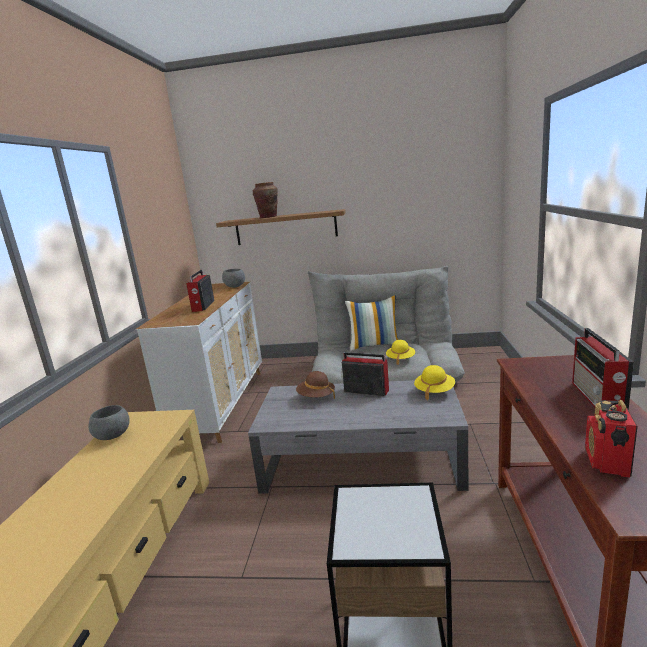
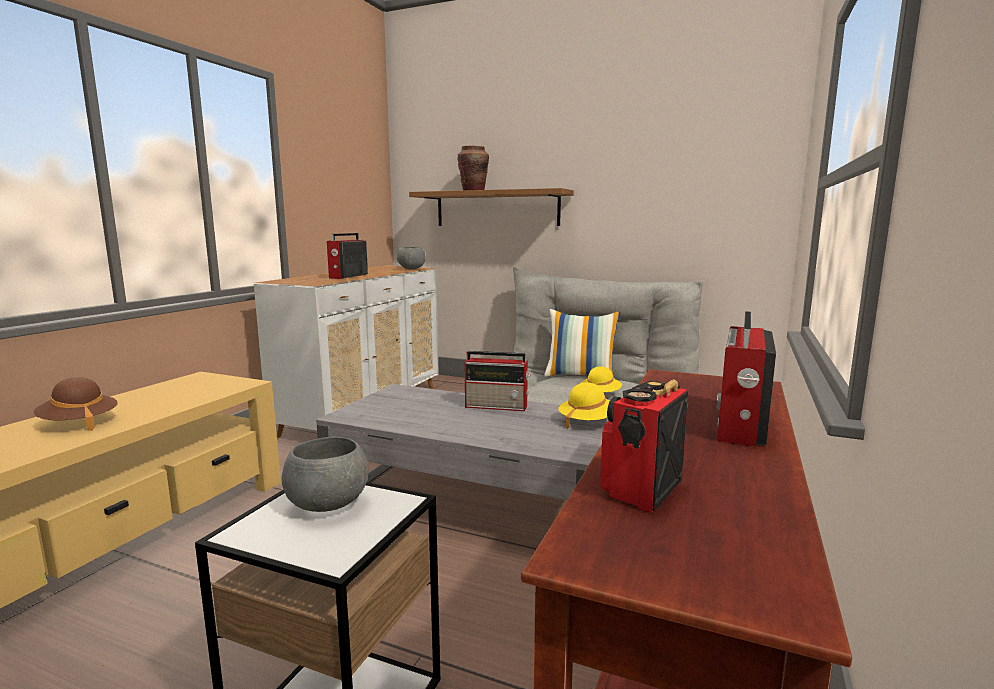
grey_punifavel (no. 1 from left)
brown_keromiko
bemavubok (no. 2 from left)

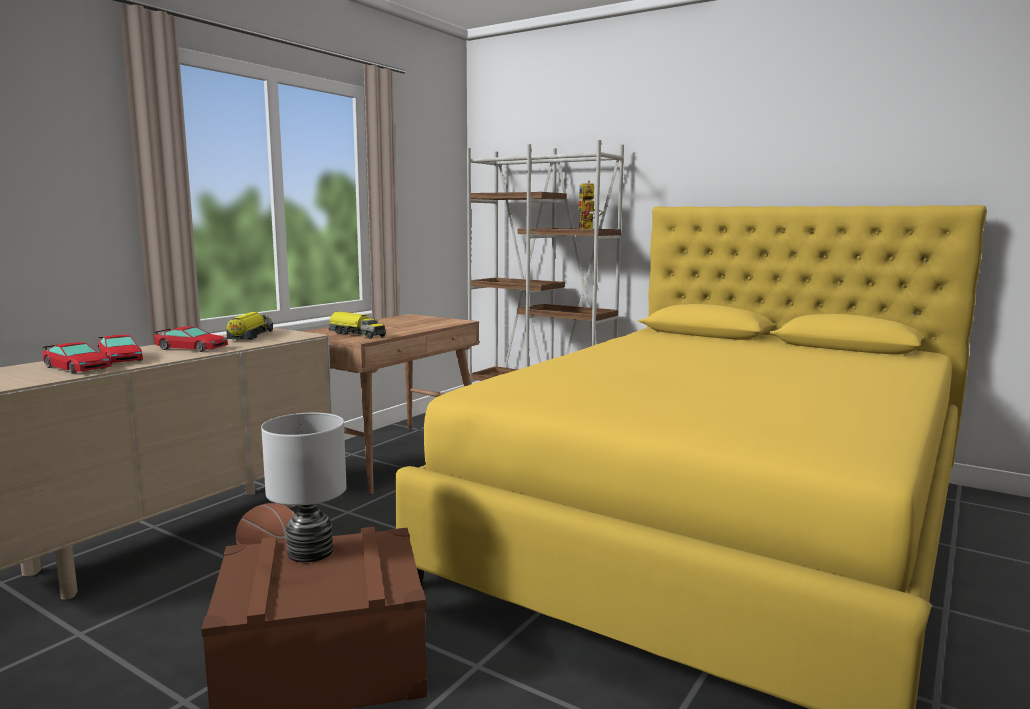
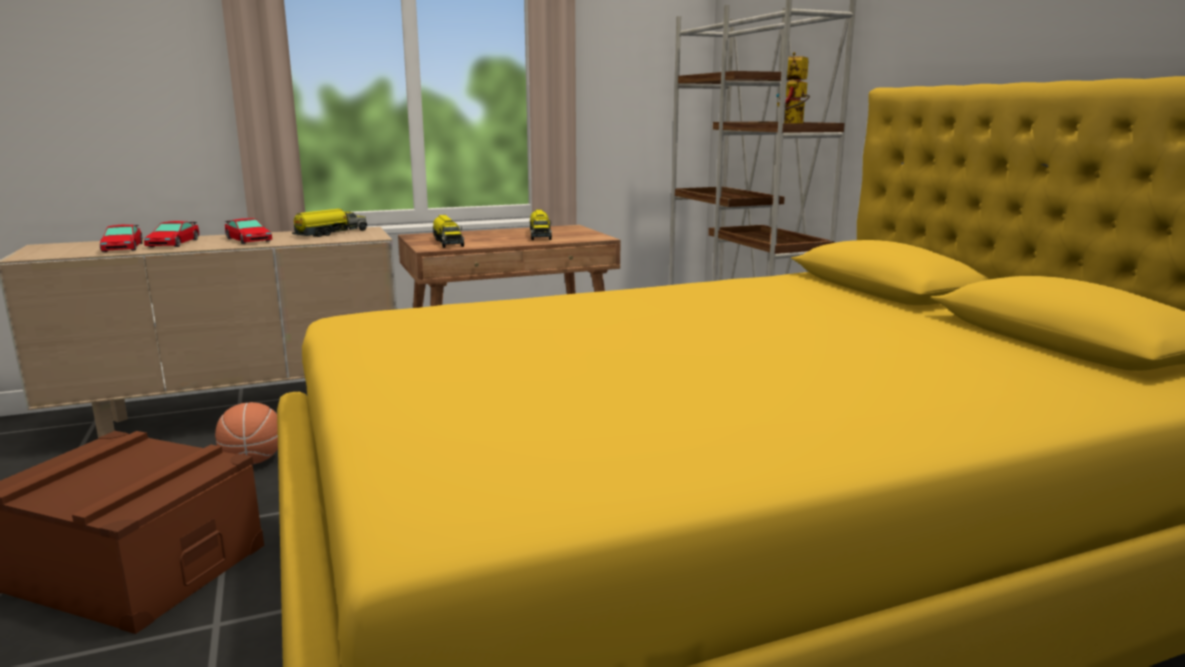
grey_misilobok
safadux (no. 3 from left)

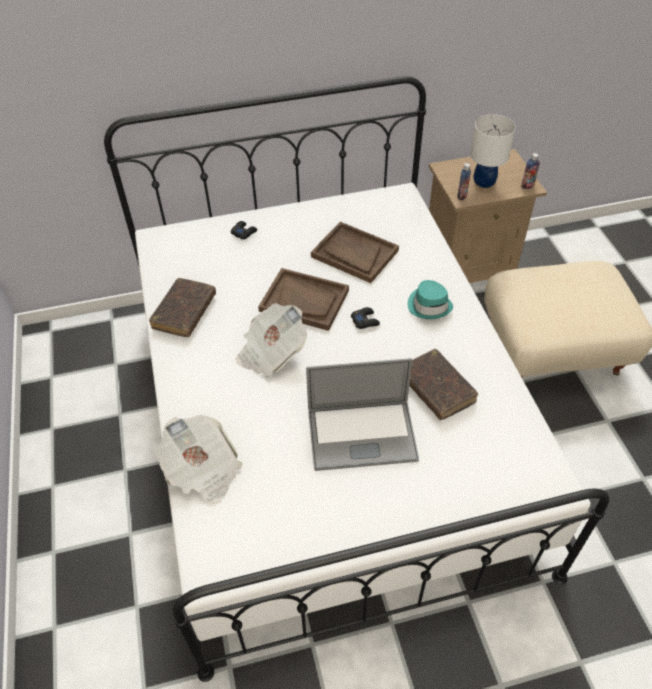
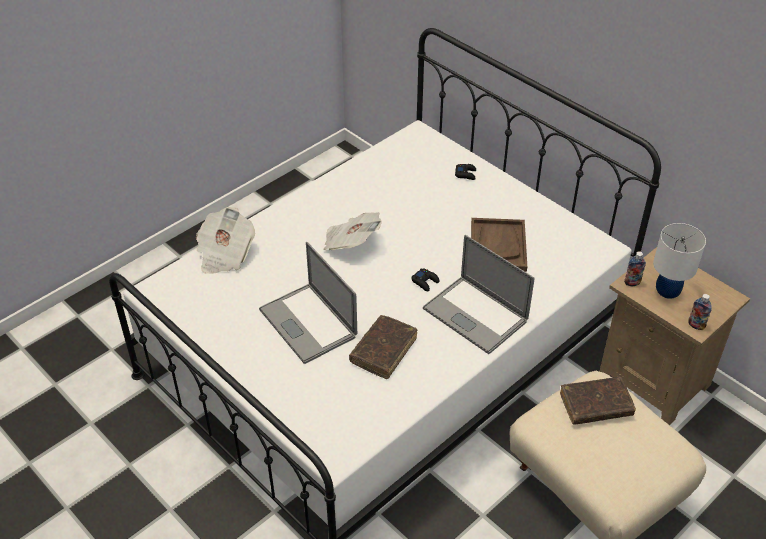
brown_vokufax (no. 2 from left)
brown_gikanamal (no. 1 from left in the first image)
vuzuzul (no. 2 from left)

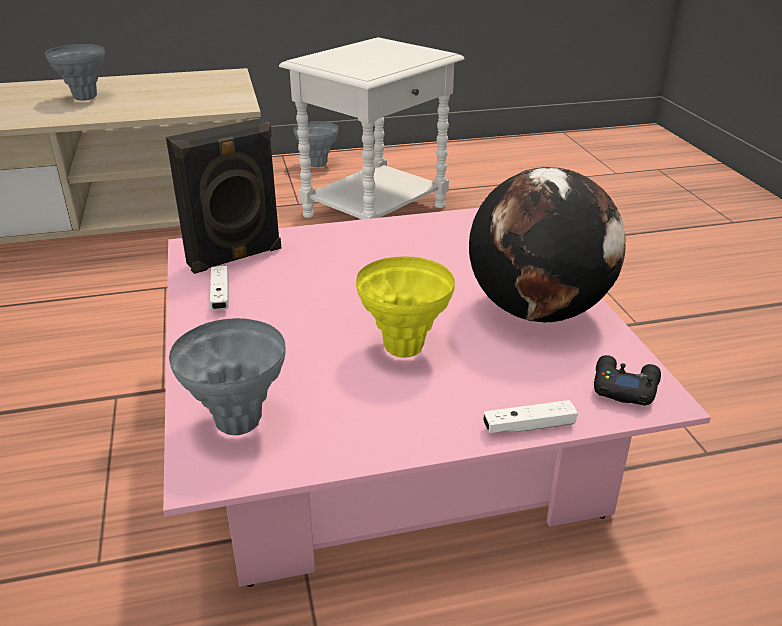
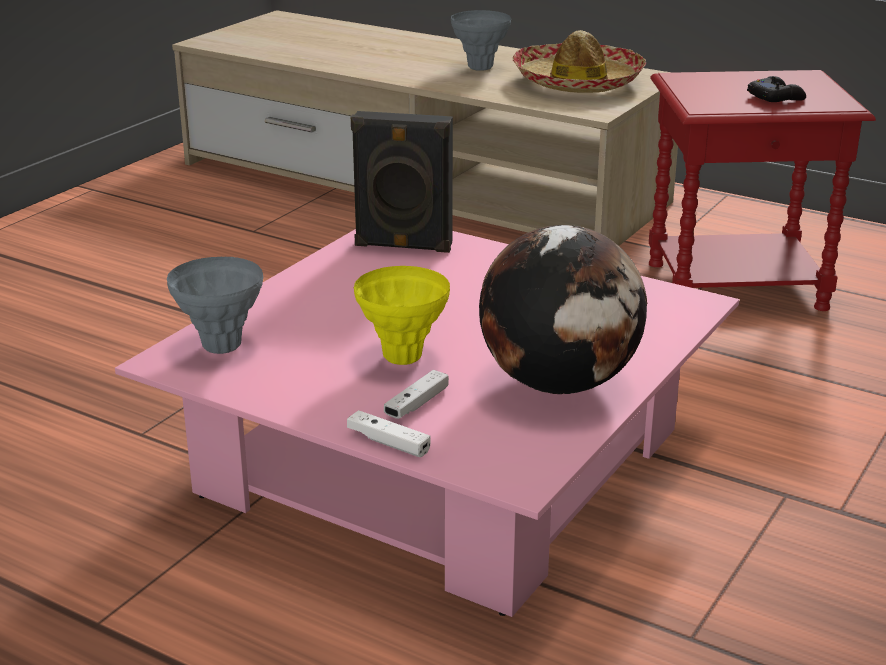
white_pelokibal (no. 2 from left)
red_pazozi
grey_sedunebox (no. 3 from left in the first image)
black_pelokibal
keromiko

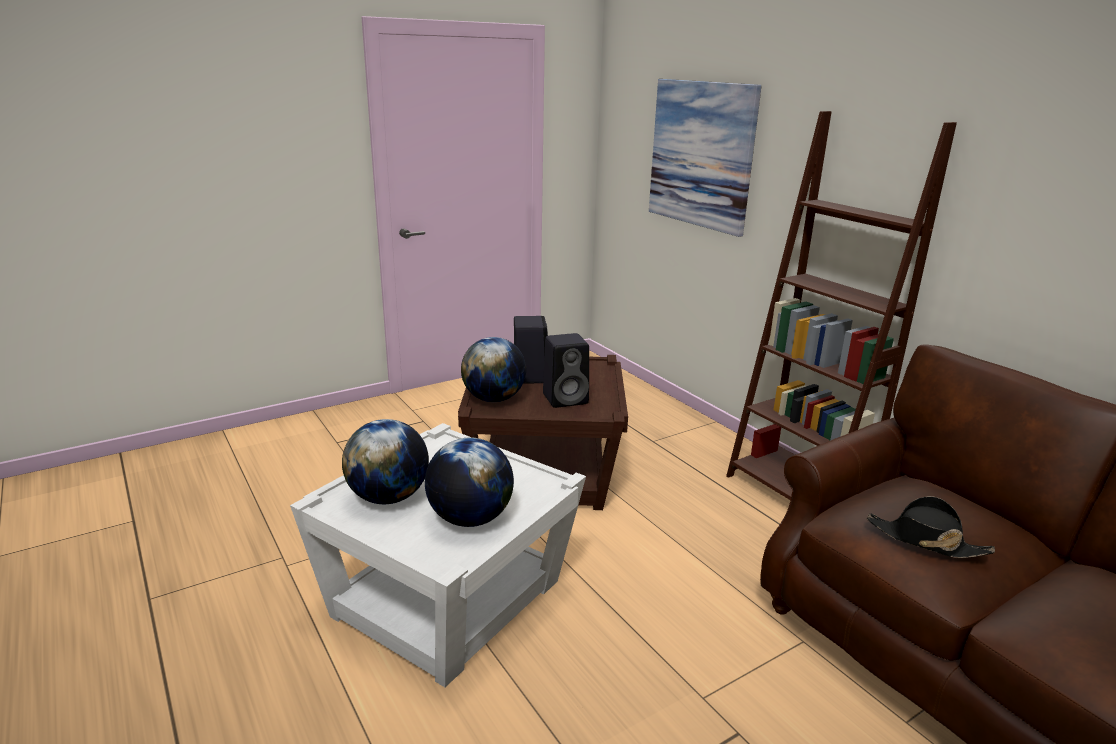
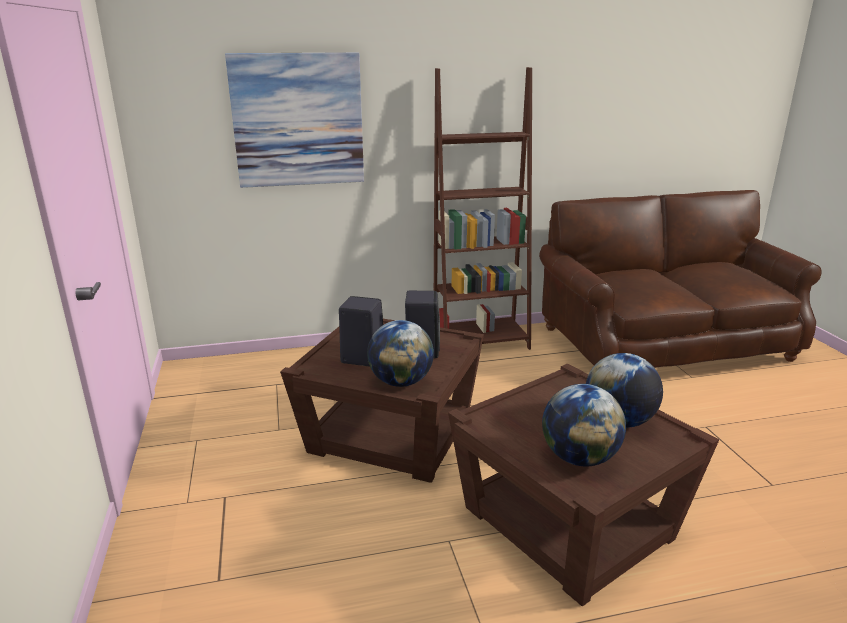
brown_pazozi (no. 2 from left)
black_keromiko

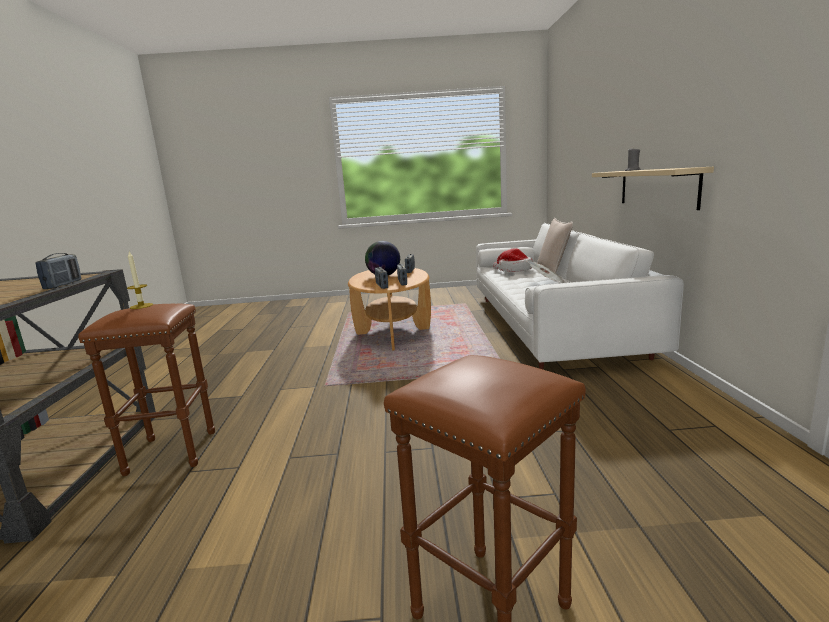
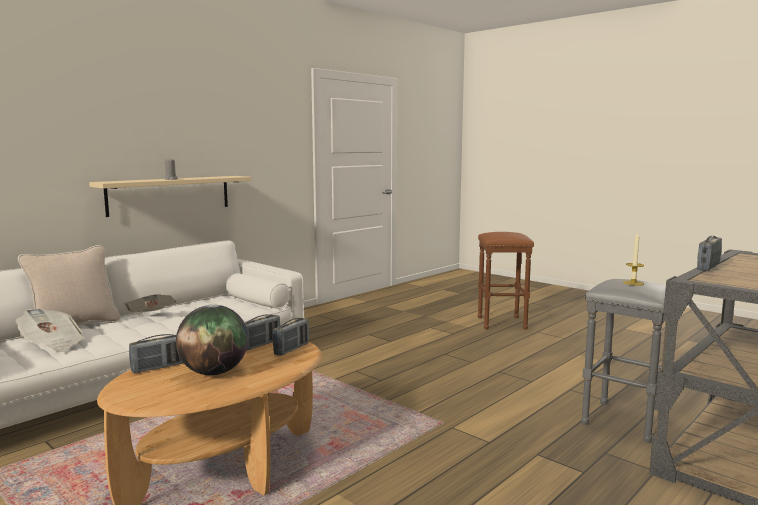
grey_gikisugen
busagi (no. 1 from left)

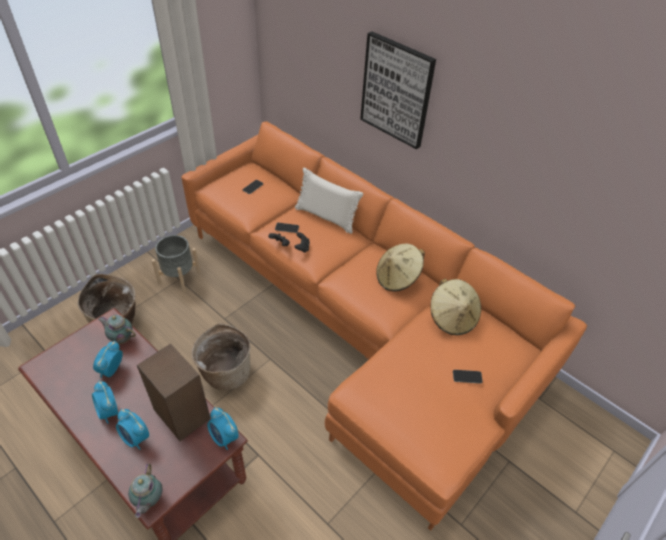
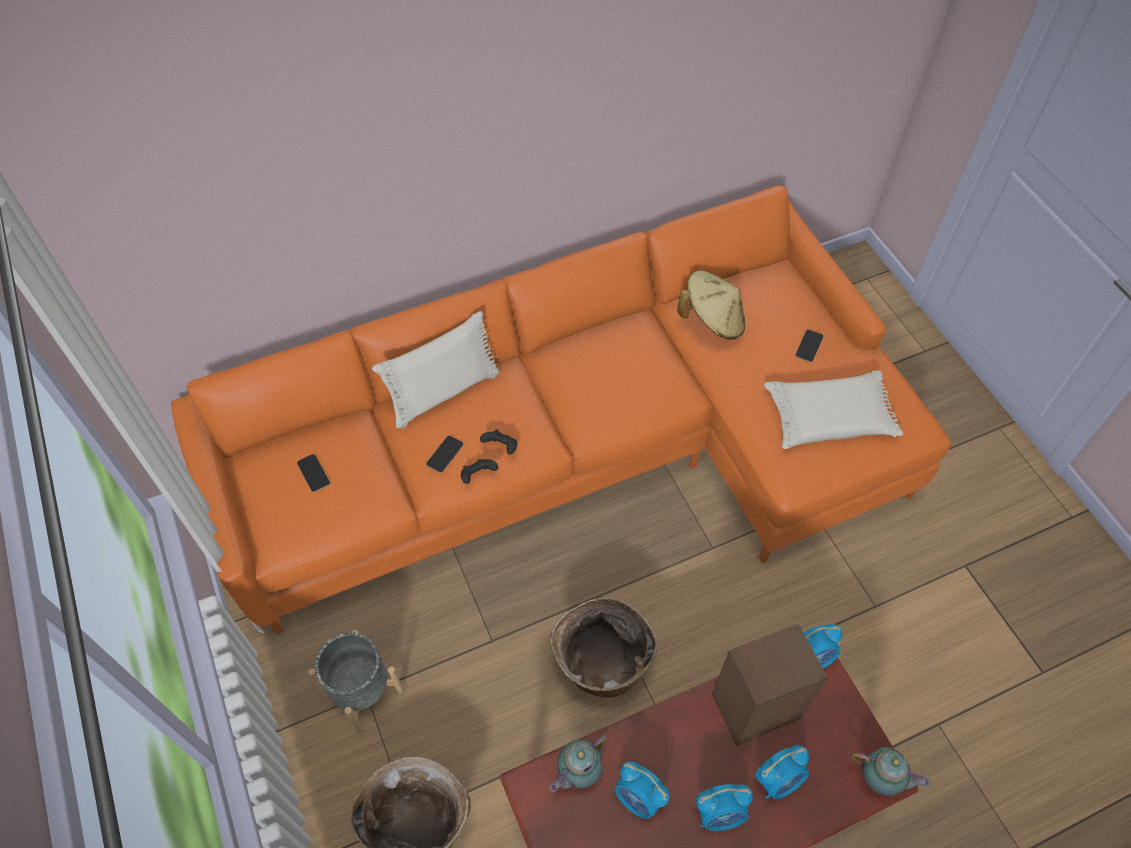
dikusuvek
beige_keromiko (no. 1 from left in the first image)
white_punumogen (no. 2 from left)

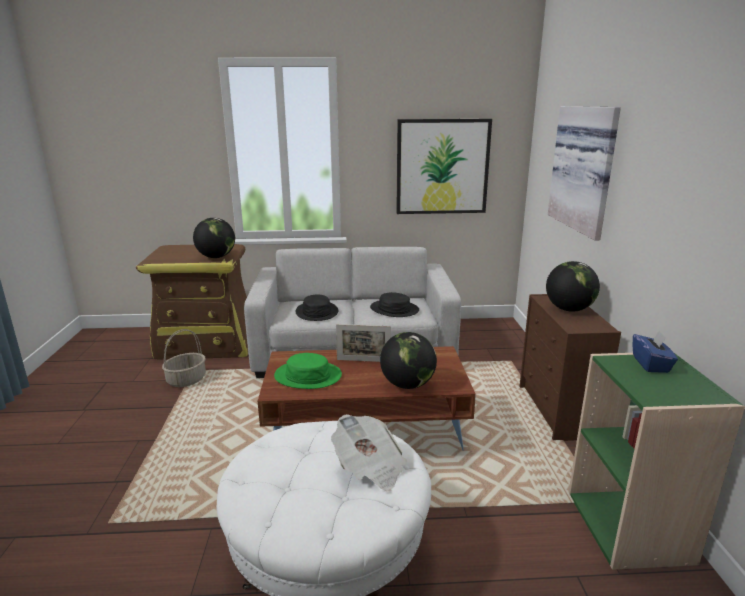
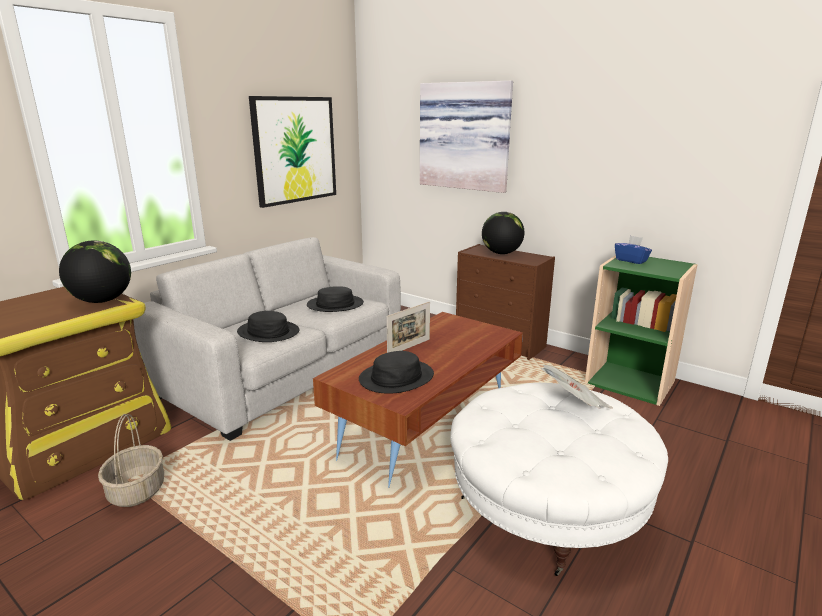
black_keromiko (no. 3 from left)
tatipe (no. 2 from left in the first image)

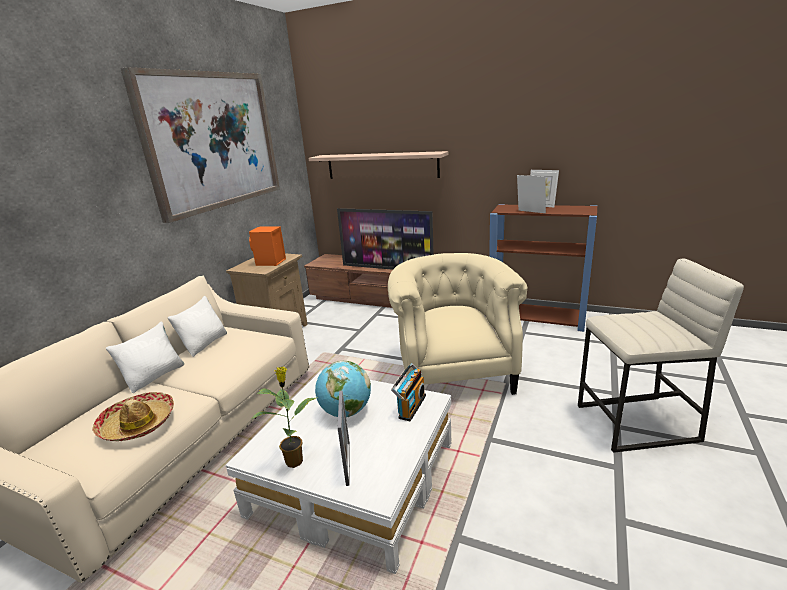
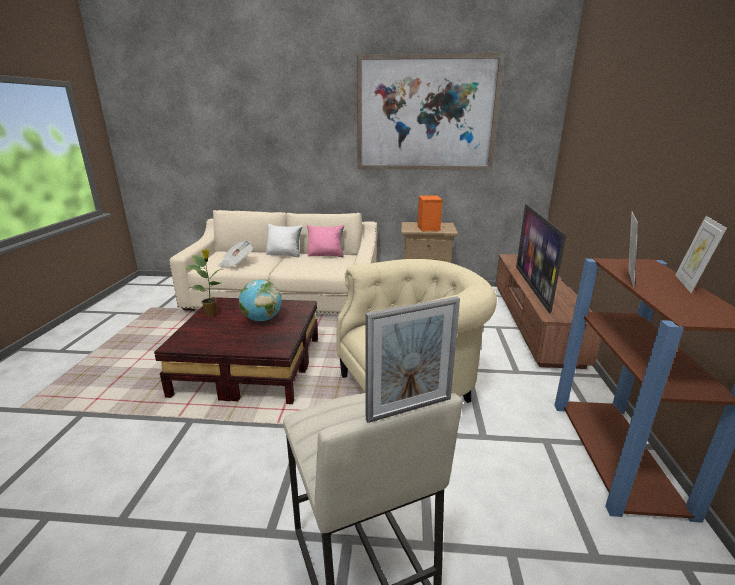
busagi
pink_punumogen
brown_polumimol
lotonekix
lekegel (no. 1 from left)
bemavubok

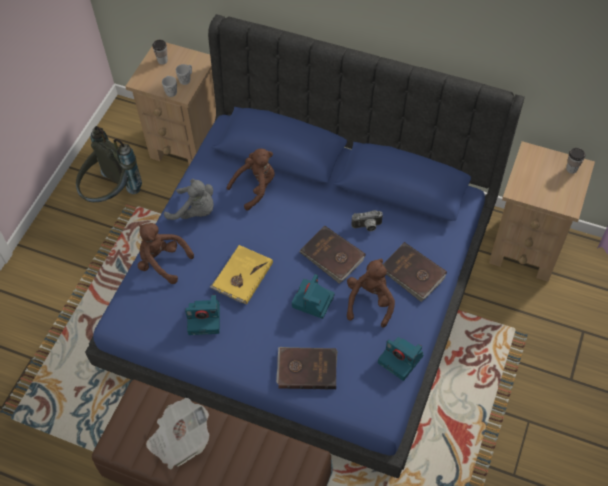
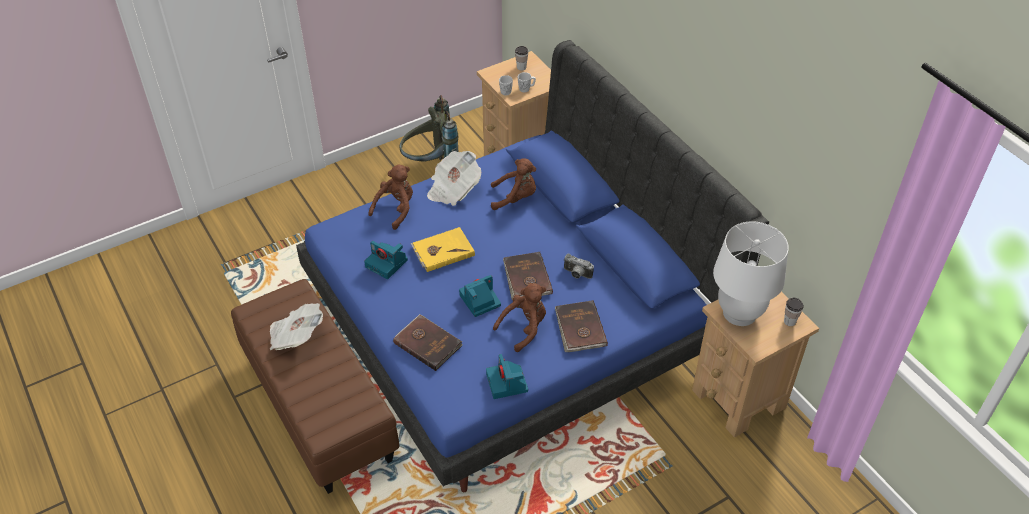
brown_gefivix (no. 1 from left)
busagi (no. 2 from left)
white_misilobok

